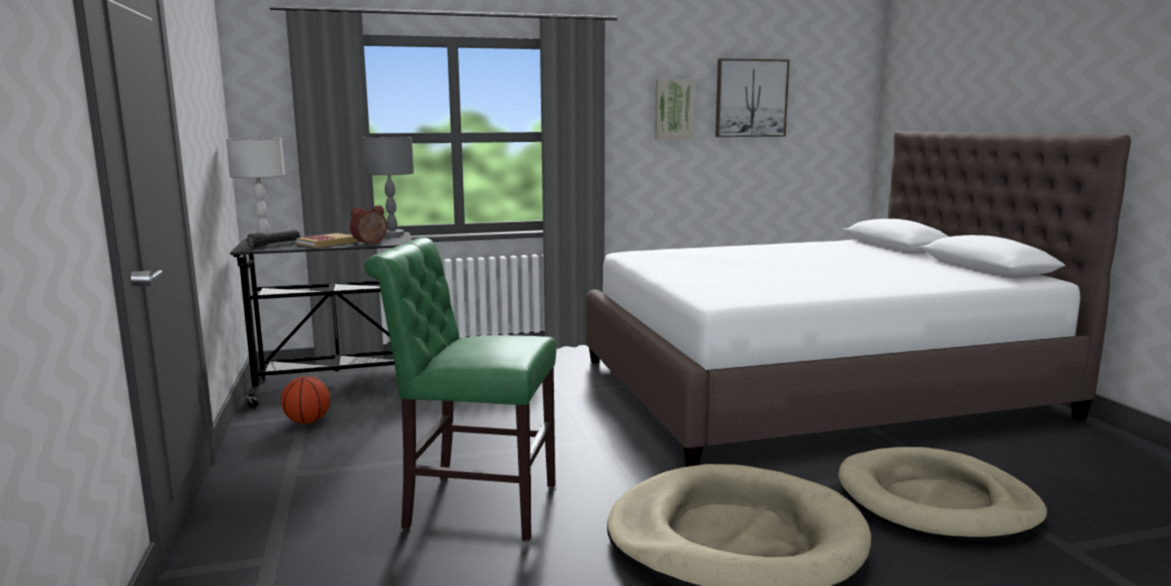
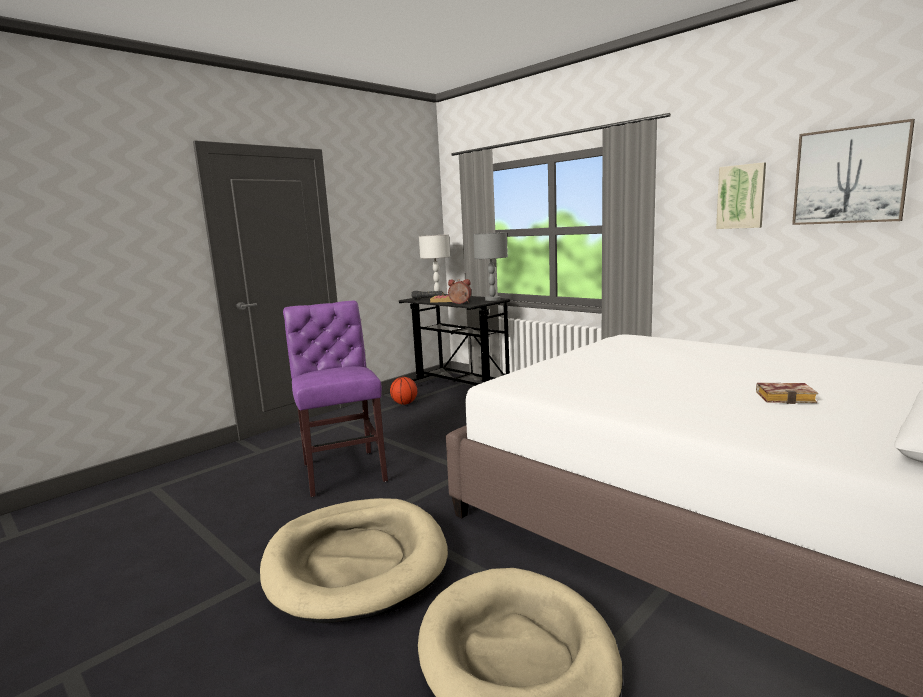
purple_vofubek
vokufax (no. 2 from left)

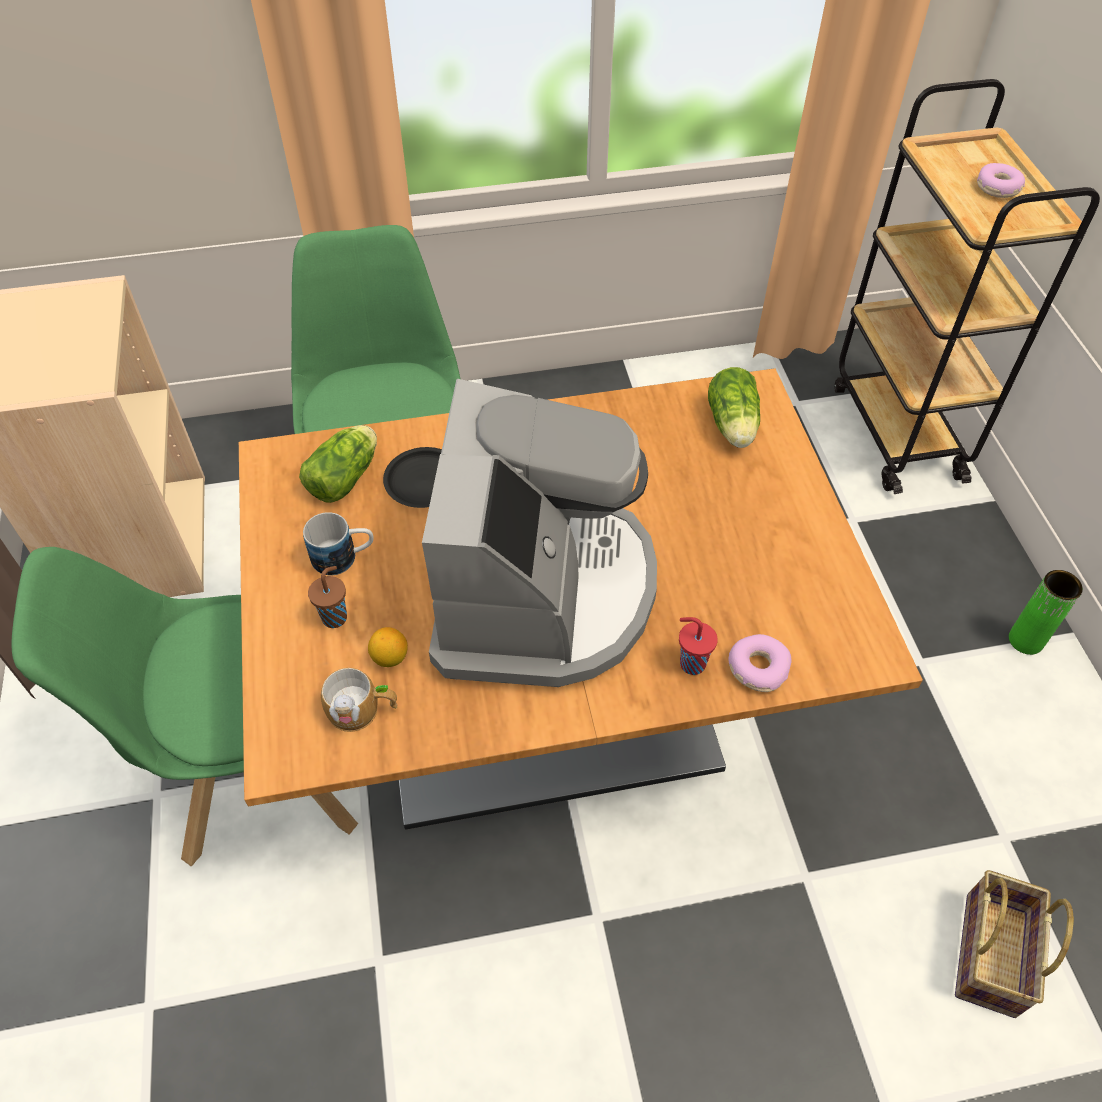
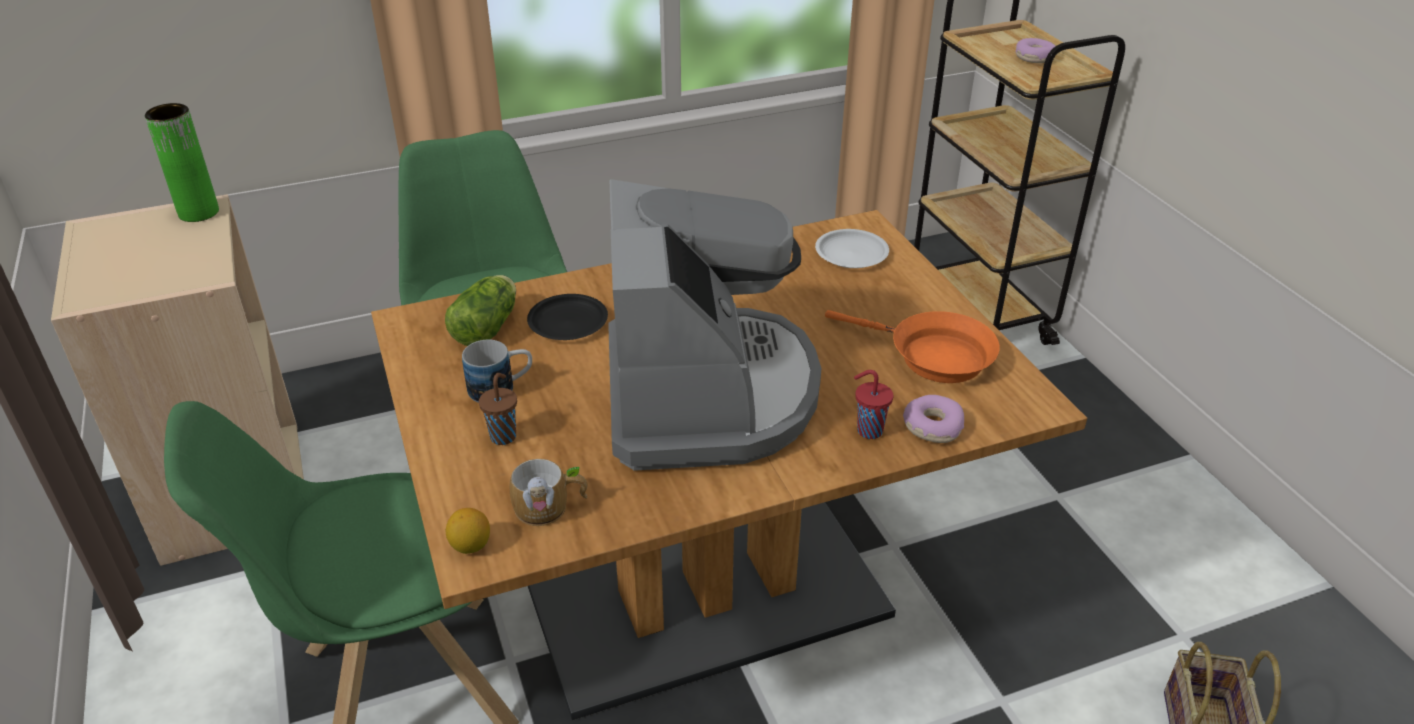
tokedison
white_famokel
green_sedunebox
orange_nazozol

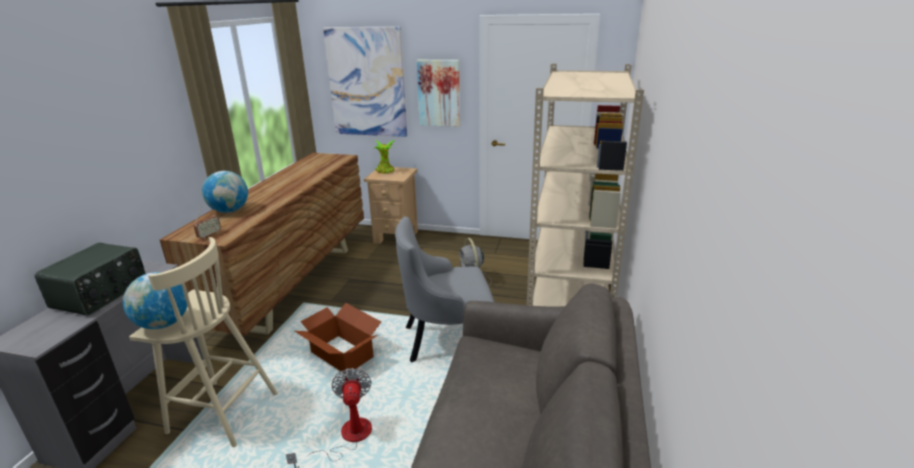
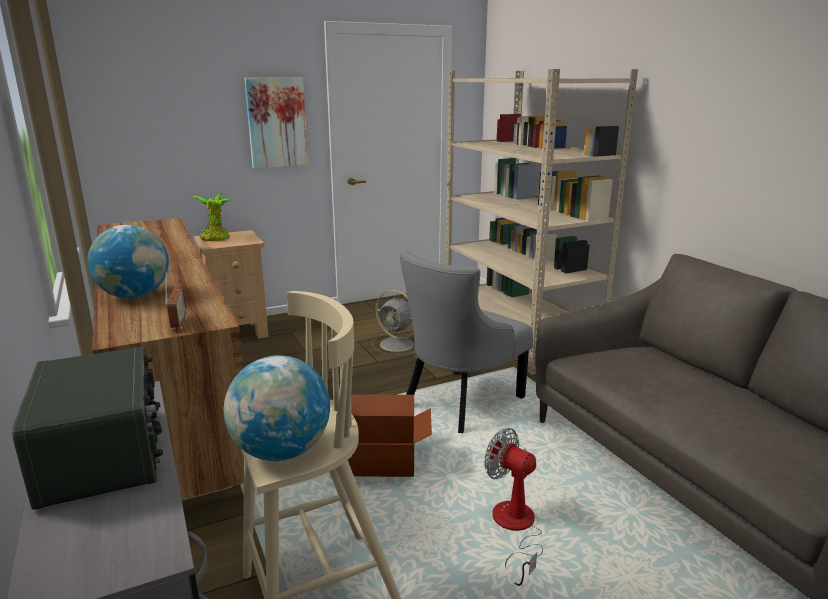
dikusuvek (no. 1 from left in the first image)

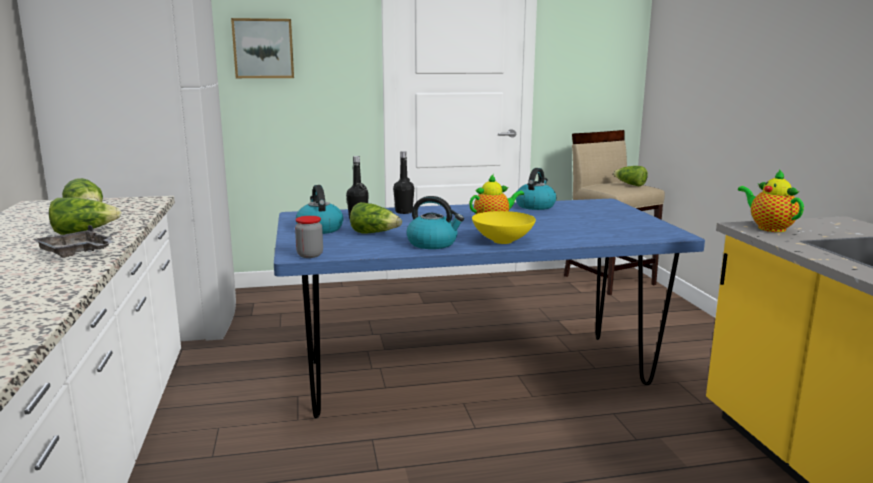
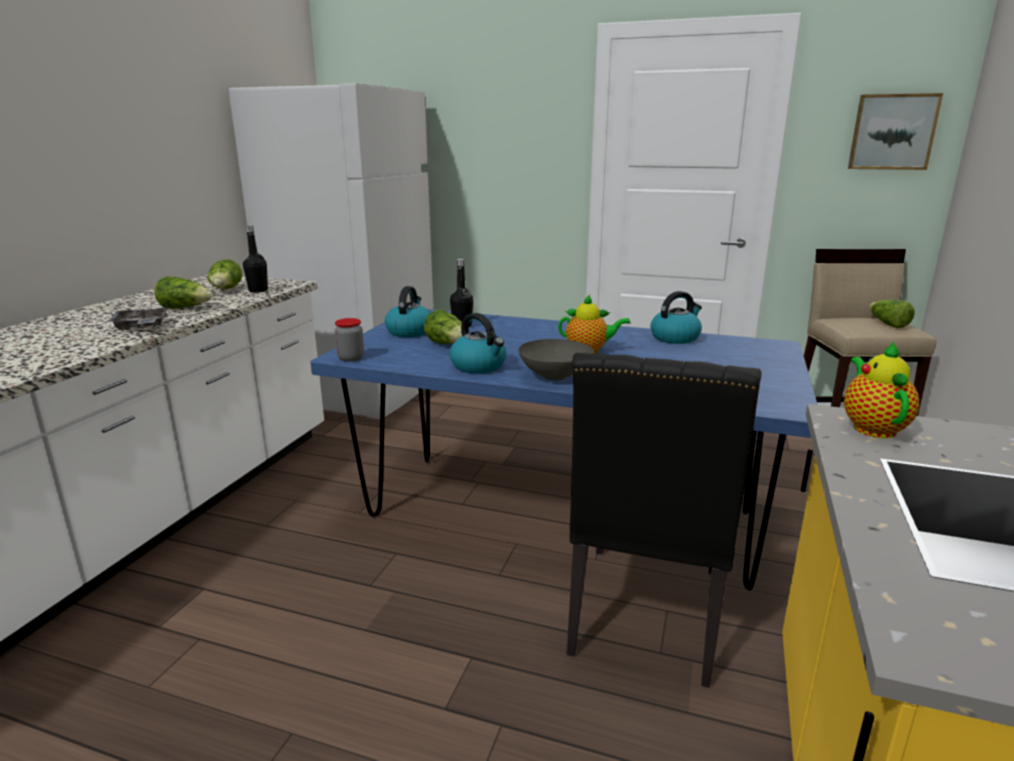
dikusuvek
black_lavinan (no. 1 from left)
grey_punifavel
black_vofubek

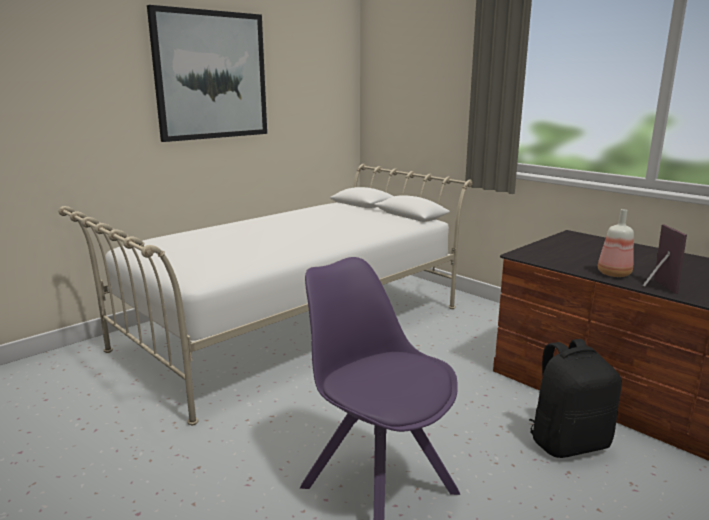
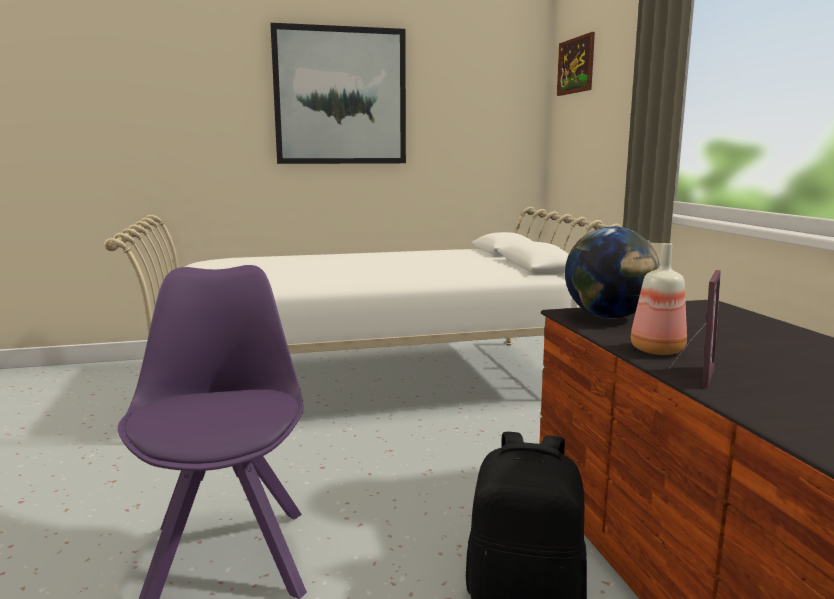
dikusuvek (no. 2 from left)
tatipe

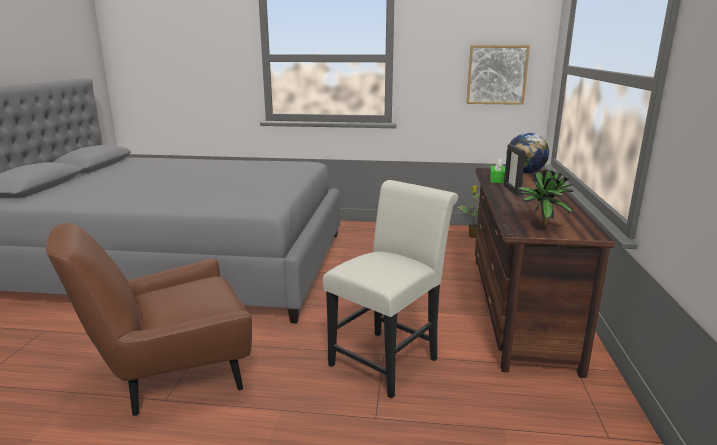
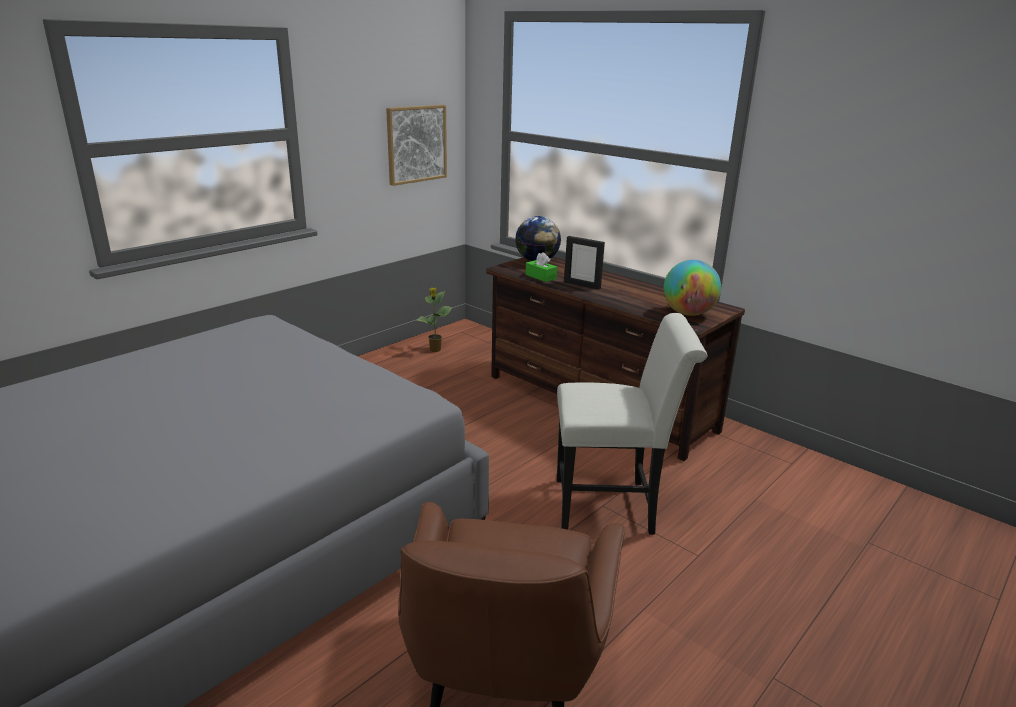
white_vofubek
tatipe (no. 2 from left)

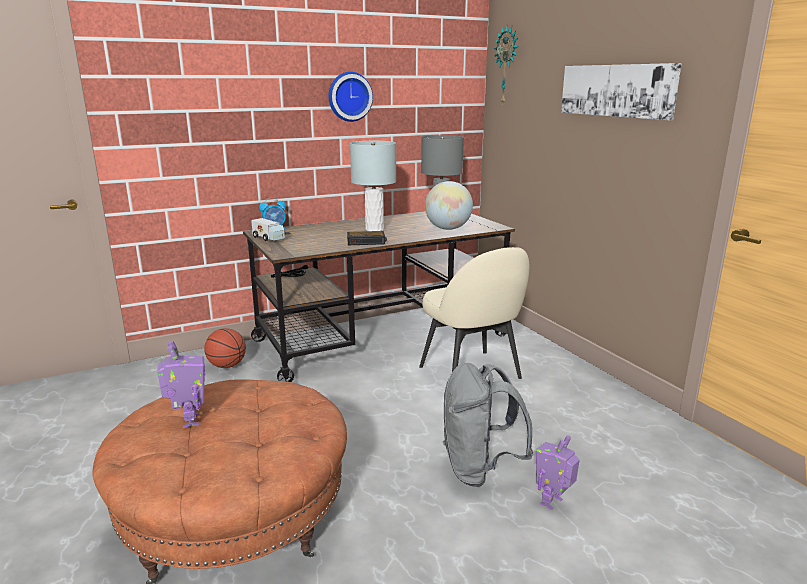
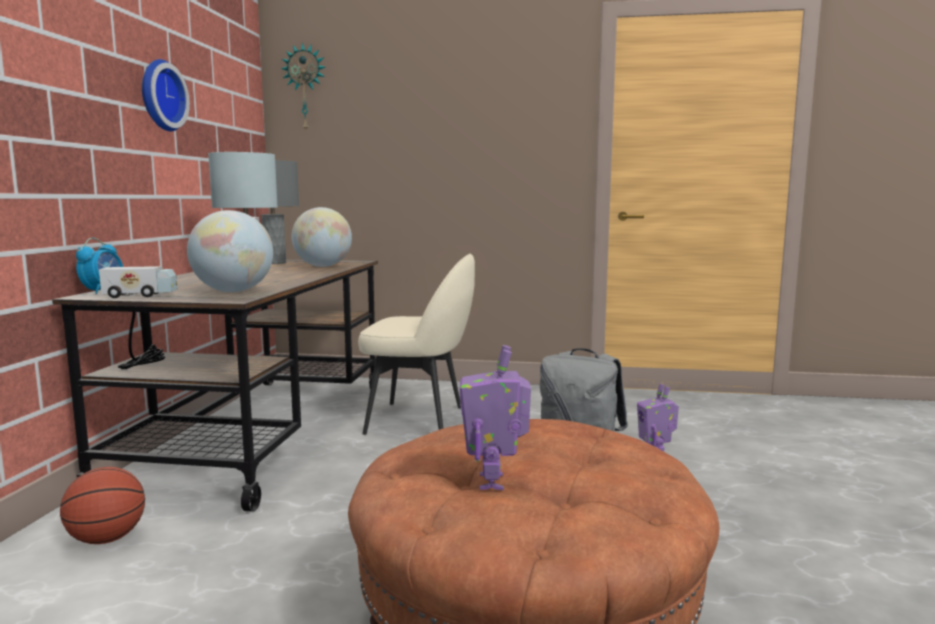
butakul (no. 1 from left)
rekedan (no. 2 from left in the first image)
dikusuvek
tatipe (no. 1 from left)

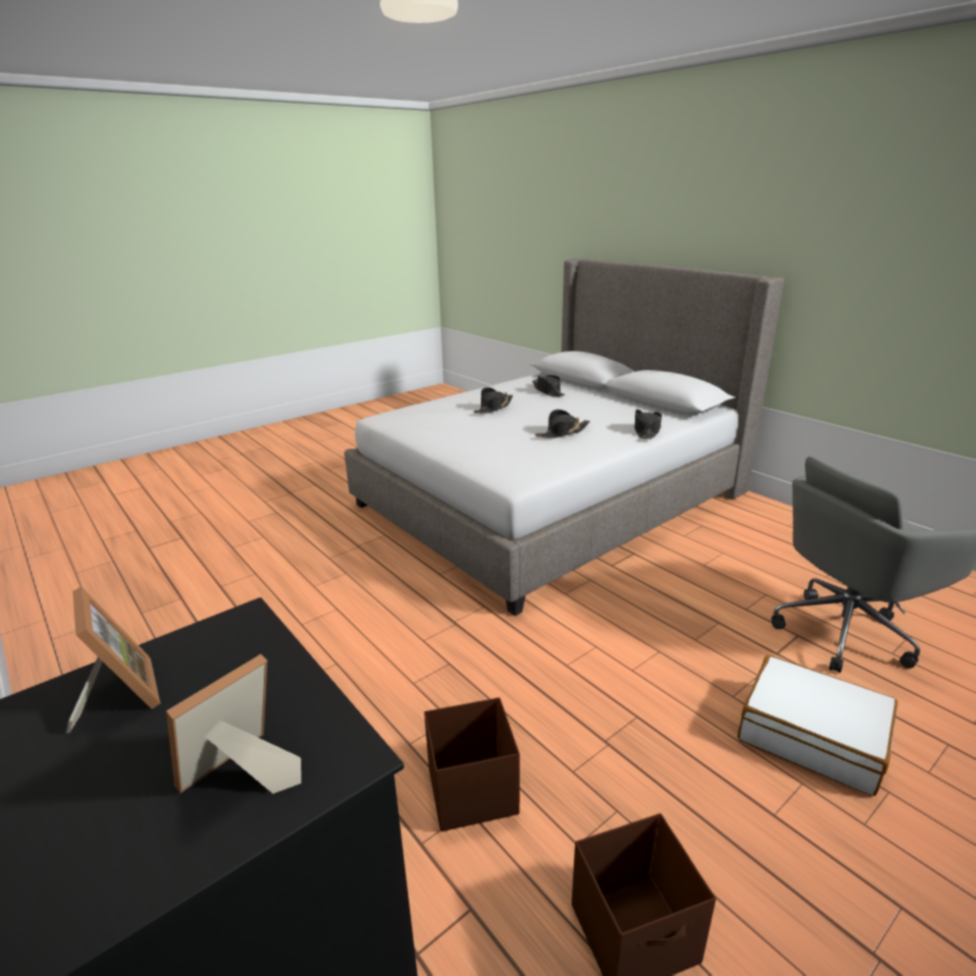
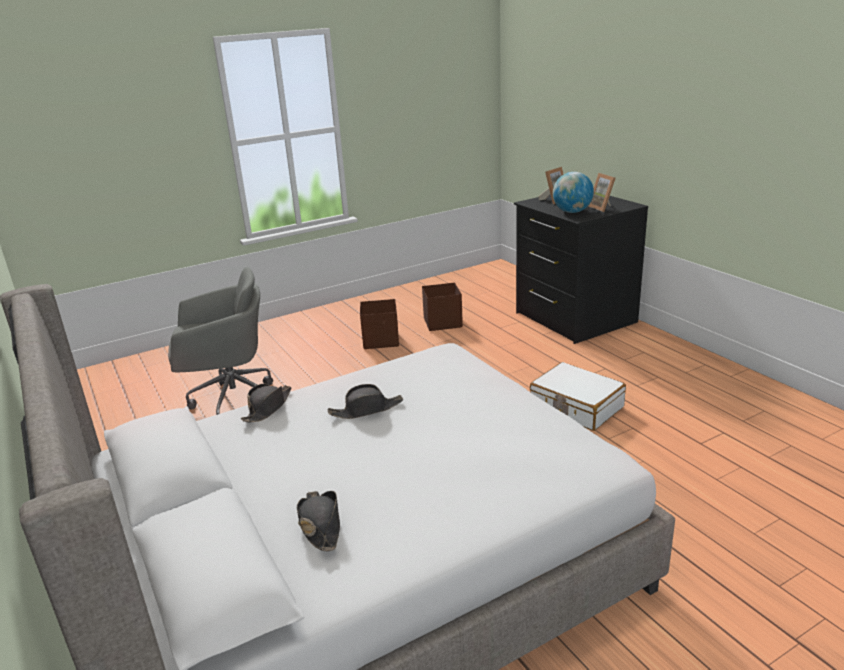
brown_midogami (no. 1 from left)
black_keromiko (no. 1 from left in the first image)
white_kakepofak
tatipe

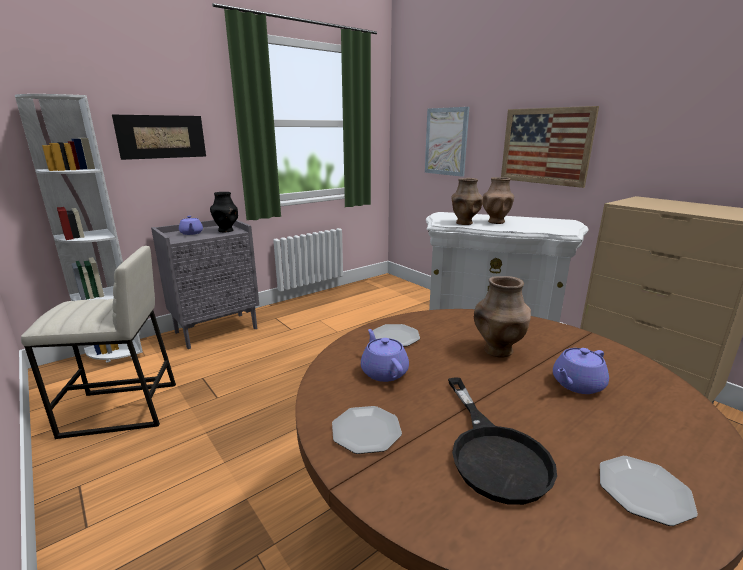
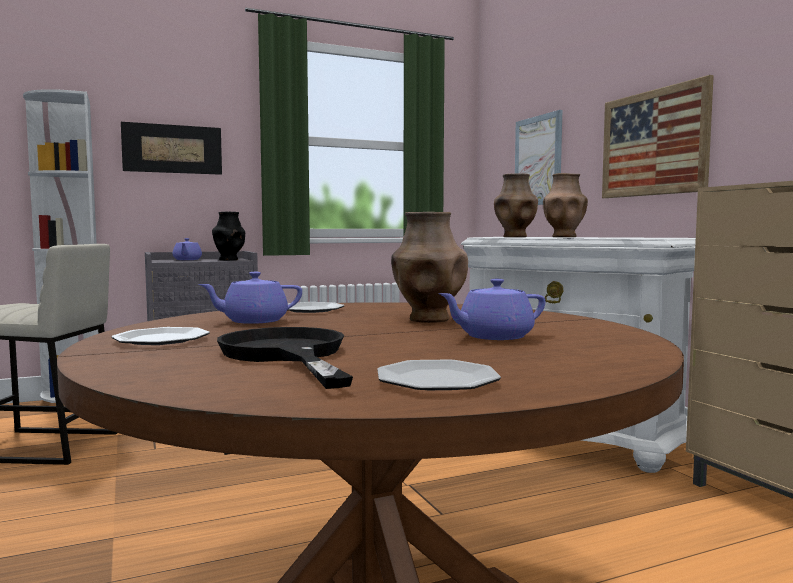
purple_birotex (no. 2 from left)
black_nazozol

